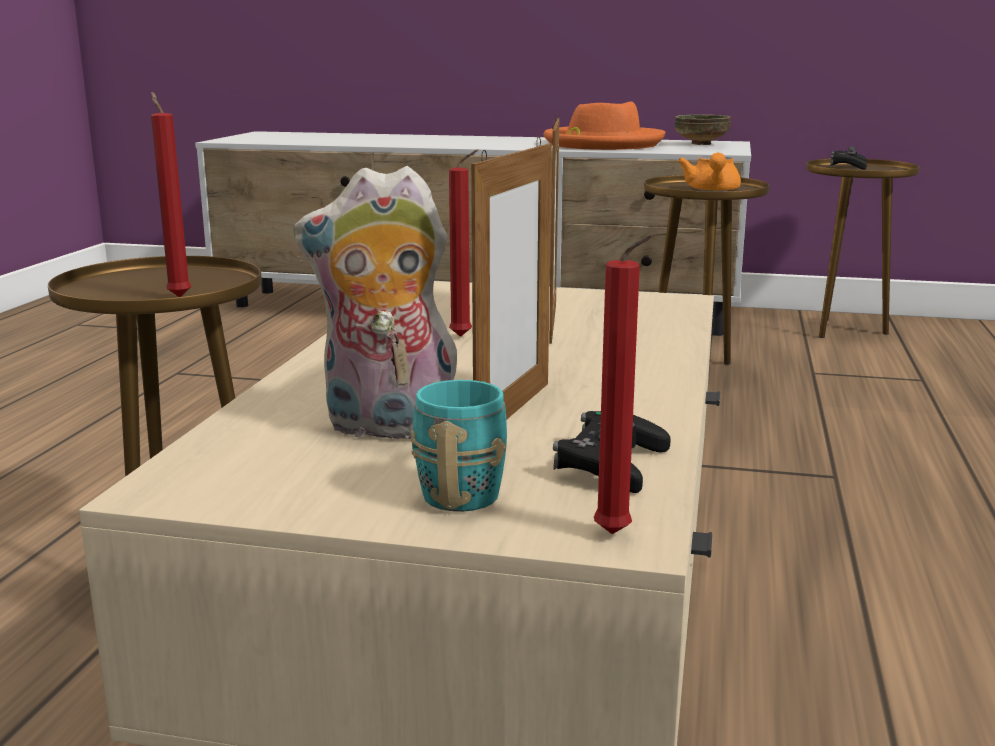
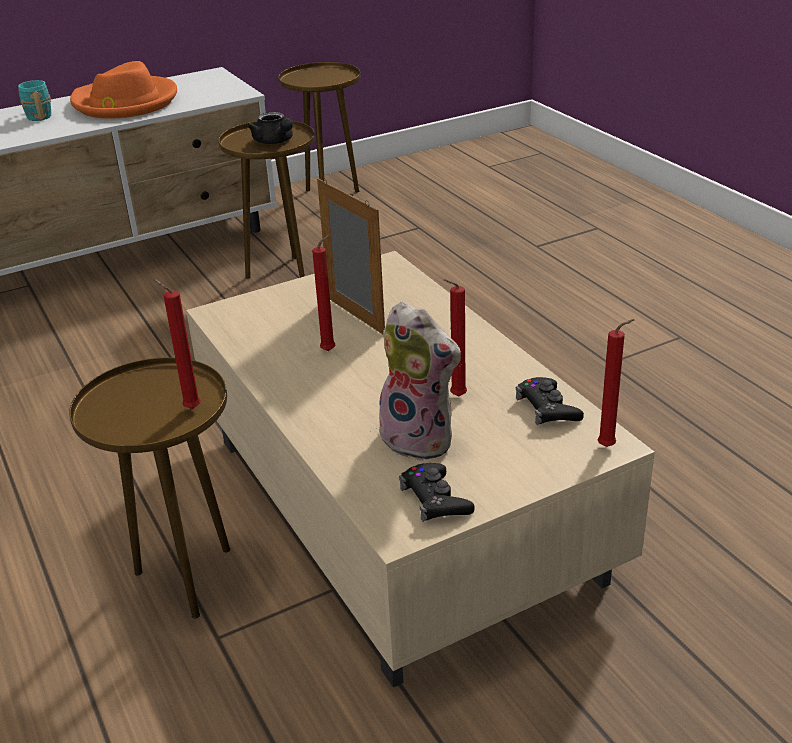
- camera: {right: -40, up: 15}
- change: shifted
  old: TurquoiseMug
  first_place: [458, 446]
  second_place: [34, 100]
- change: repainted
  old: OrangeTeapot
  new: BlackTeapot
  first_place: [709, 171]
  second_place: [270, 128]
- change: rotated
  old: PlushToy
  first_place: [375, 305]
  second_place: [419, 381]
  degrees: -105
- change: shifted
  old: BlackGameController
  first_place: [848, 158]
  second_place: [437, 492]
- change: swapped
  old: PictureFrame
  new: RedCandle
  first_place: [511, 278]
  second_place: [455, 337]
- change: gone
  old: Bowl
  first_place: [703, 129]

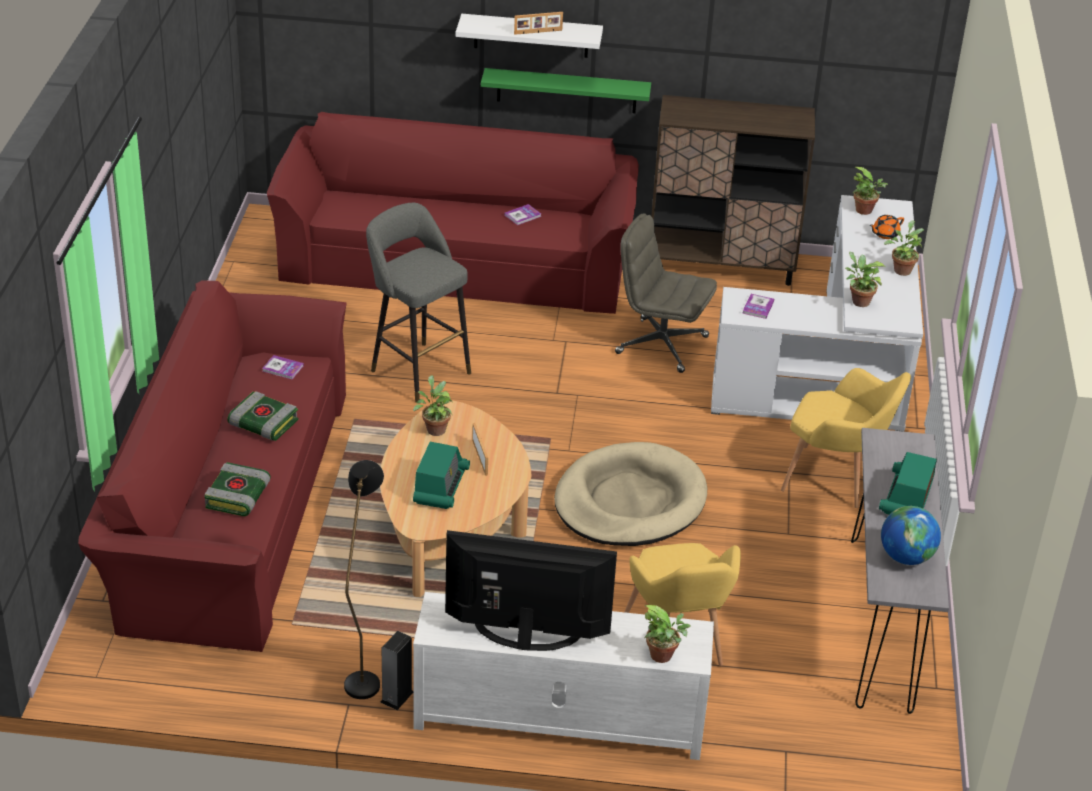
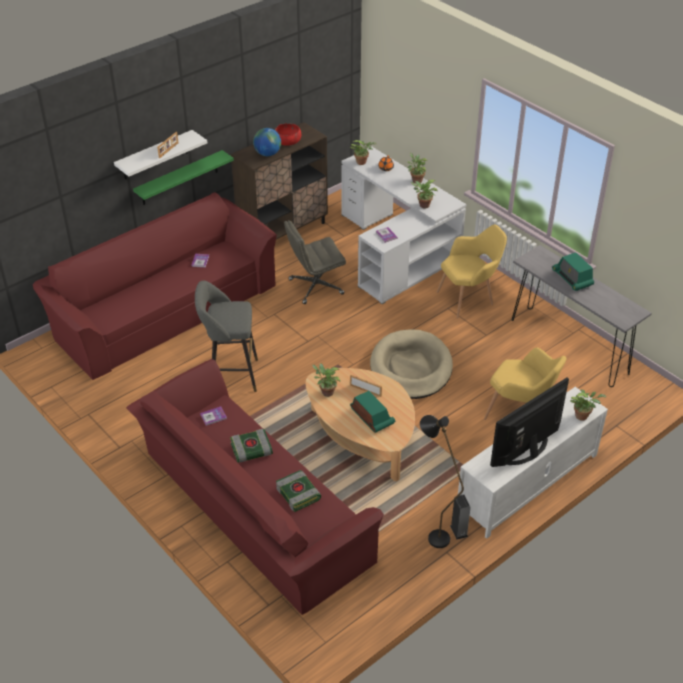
- camera: {right: -45, up: 5}
- change: shifted
  old: Globe
  first_place: [911, 535]
  second_place: [267, 142]
- change: new
  new: RedBowl
  second_place: [288, 134]

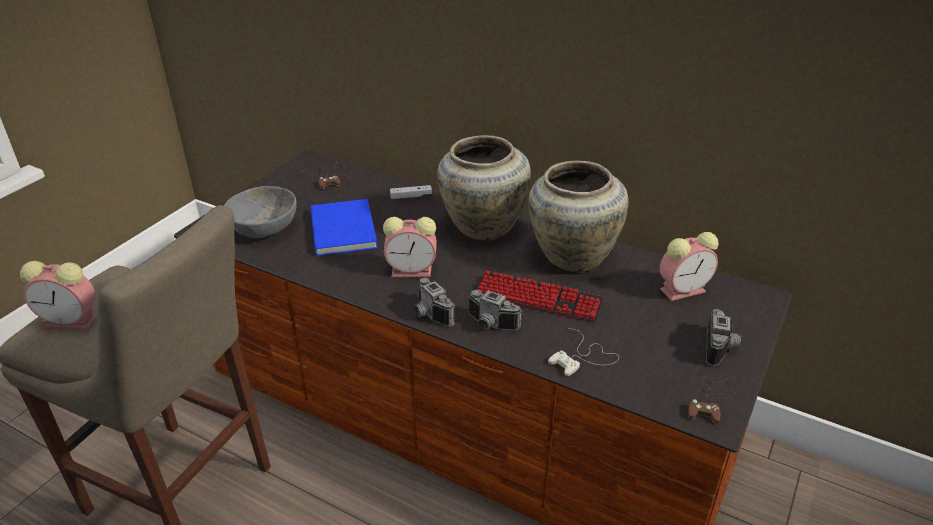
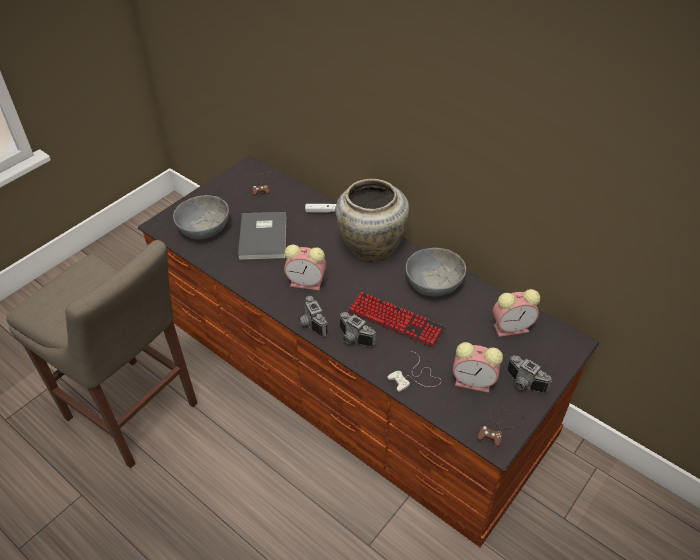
- camera: {right: 10, up: 10}
- change: repainted
  old: BlueBook
  new: GreyBook
  first_place: [344, 227]
  second_place: [261, 236]
- change: swapped
  old: BeigeVase
  new: GreyBowl
  first_place: [578, 216]
  second_place: [435, 272]
- change: shifted
  old: AlarmClock
  first_place: [59, 296]
  second_place: [478, 367]
- change: rotated
  old: PhotoCamera
  first_place: [723, 337]
  second_place: [529, 374]
  degrees: 105

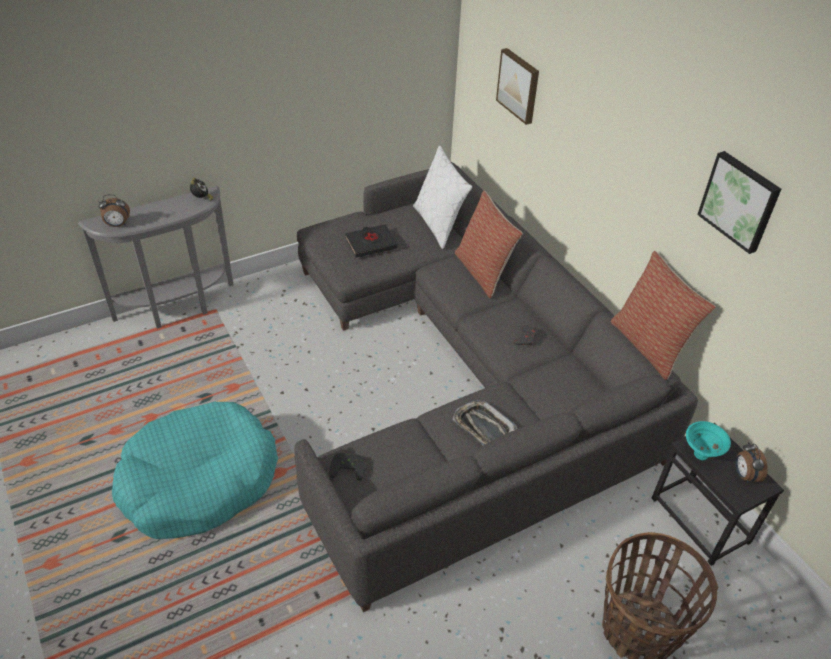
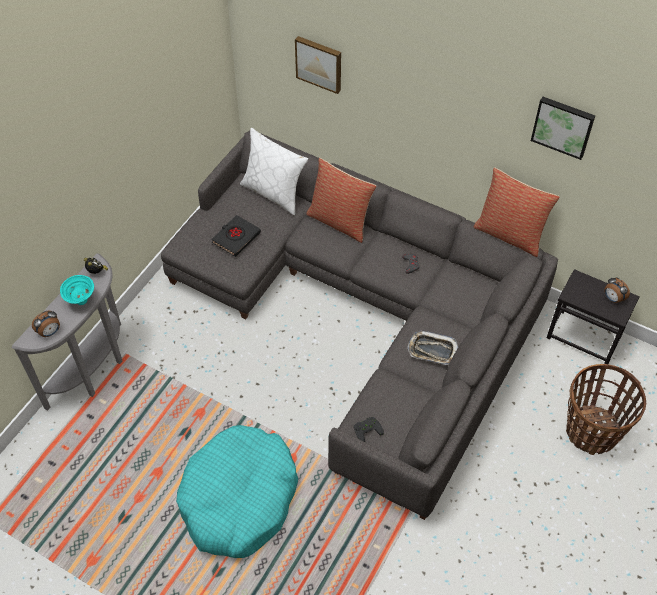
- camera: {right: -30, up: 10}
- change: shifted
  old: TurquoiseBowl
  first_place: [708, 440]
  second_place: [77, 290]

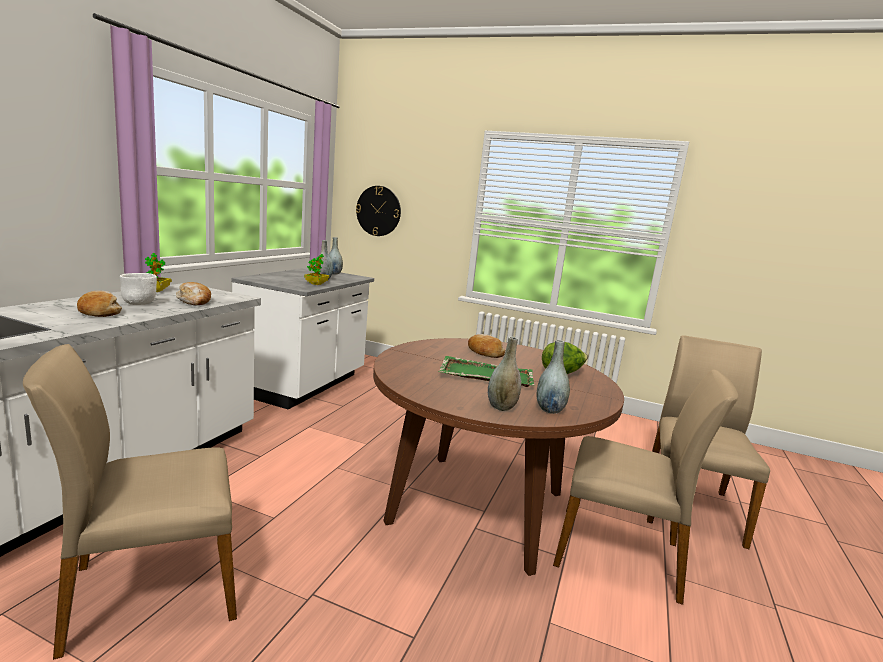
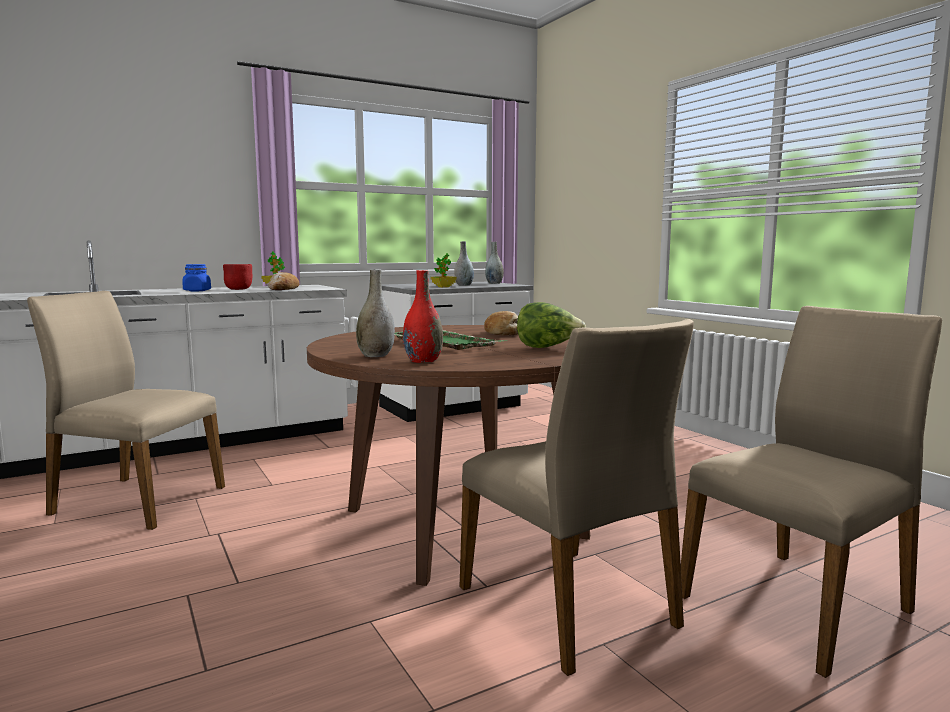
- camera: {right: 40, up: -5}
- change: swapped
  old: Bread
  new: BlueJar
  first_place: [99, 303]
  second_place: [196, 277]
- change: repainted
  old: WhiteBowl
  new: RedBowl
  first_place: [138, 289]
  second_place: [237, 277]
- change: repainted
  old: GreyVase
  new: RedVase
  first_place: [553, 377]
  second_place: [423, 316]
- change: gone
  old: WallClock
  first_place: [378, 211]

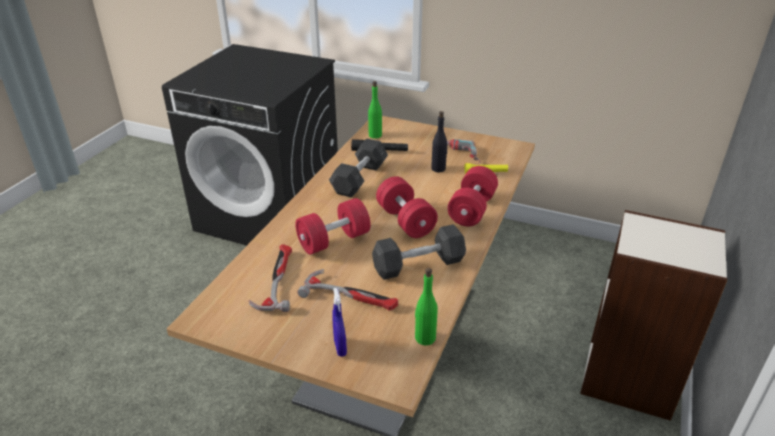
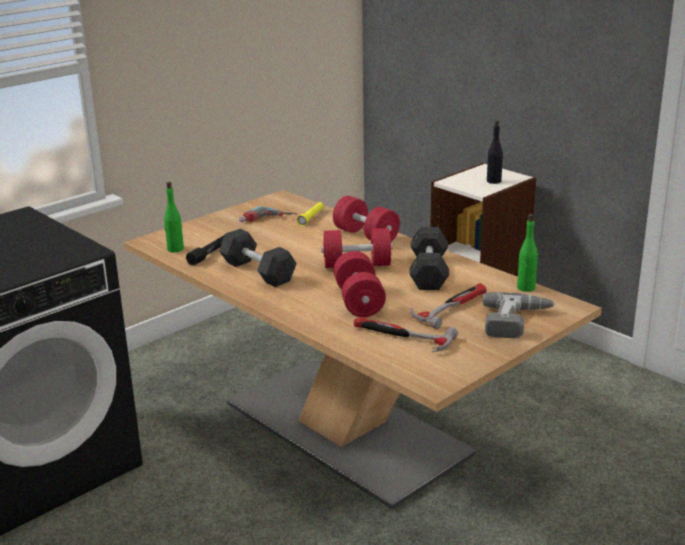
- camera: {right: -65, up: -10}
- change: swapped
  old: BlueSprayBottle
  new: PowerDrill
  first_place: [339, 322]
  second_place: [519, 315]
- change: shifted
  old: BlackBottle
  first_place: [439, 141]
  second_place: [495, 152]

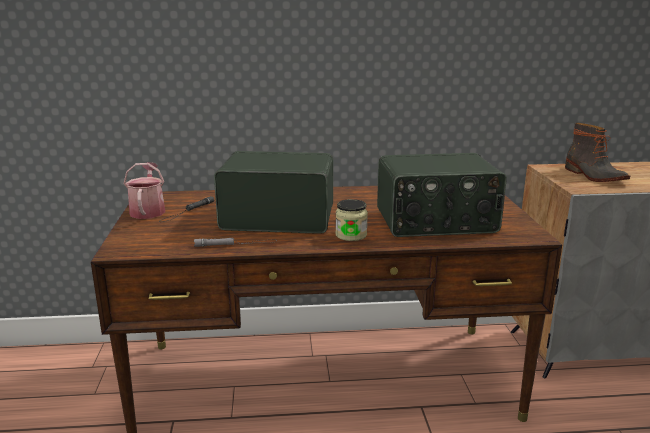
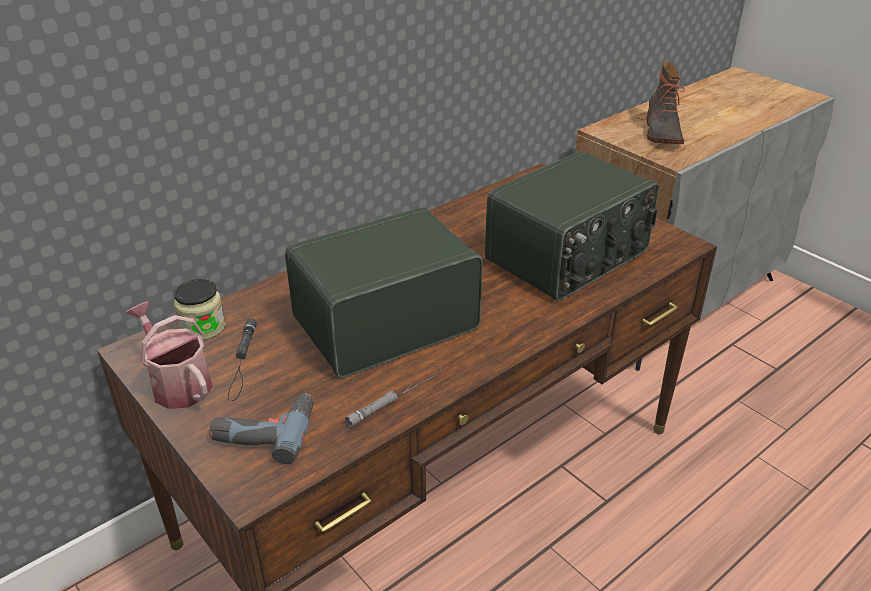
- camera: {right: -35, up: 15}
- change: shifted
  old: Jar
  first_place: [352, 220]
  second_place: [199, 309]
- change: new
  new: PowerDrill
  second_place: [261, 428]
- change: rotated
  old: Boot
  first_place: [598, 152]
  second_place: [665, 103]
  degrees: 60

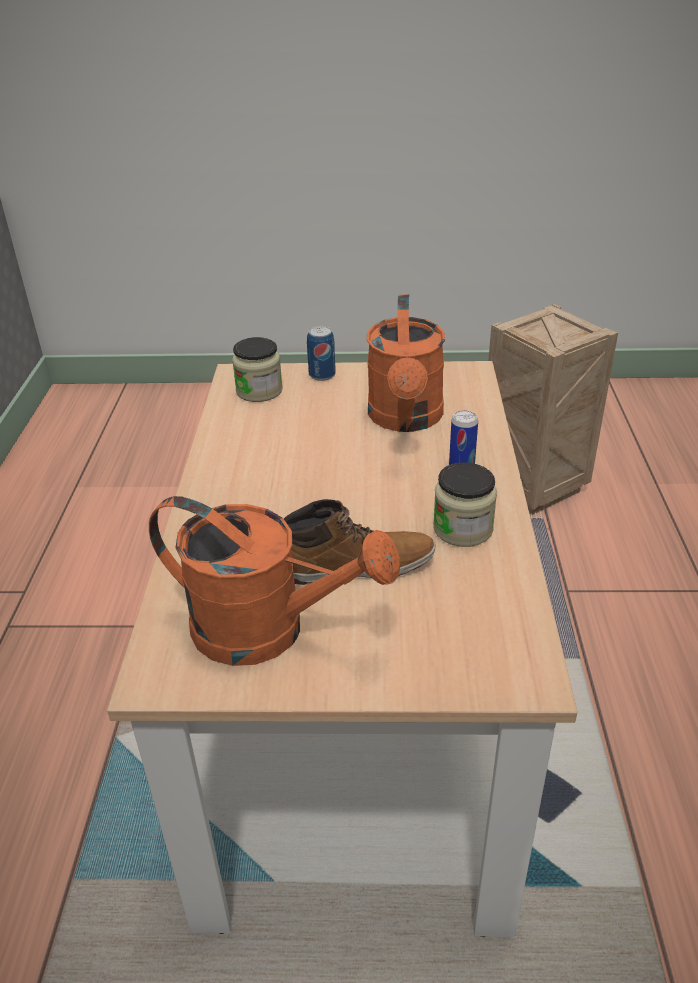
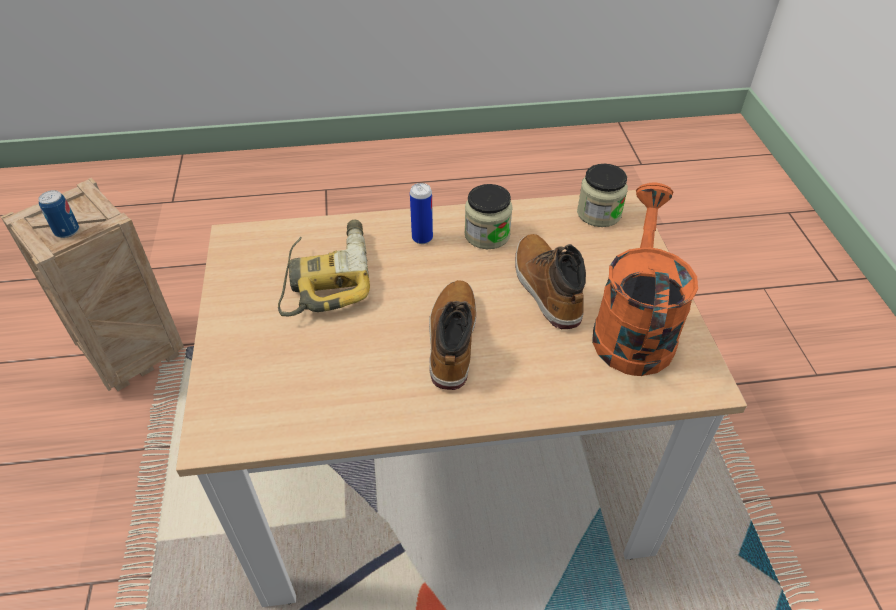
- camera: {right: -100, up: 10}
- change: shifted
  old: Can
  first_place: [321, 353]
  second_place: [58, 214]
- change: swapped
  old: OrangeWateringCan
  new: PowerDrill
  first_place: [406, 363]
  second_place: [324, 268]
- change: new
  new: Boot
  second_place: [452, 335]
- change: shifted
  old: Jar
  first_place: [257, 369]
  second_place: [602, 195]

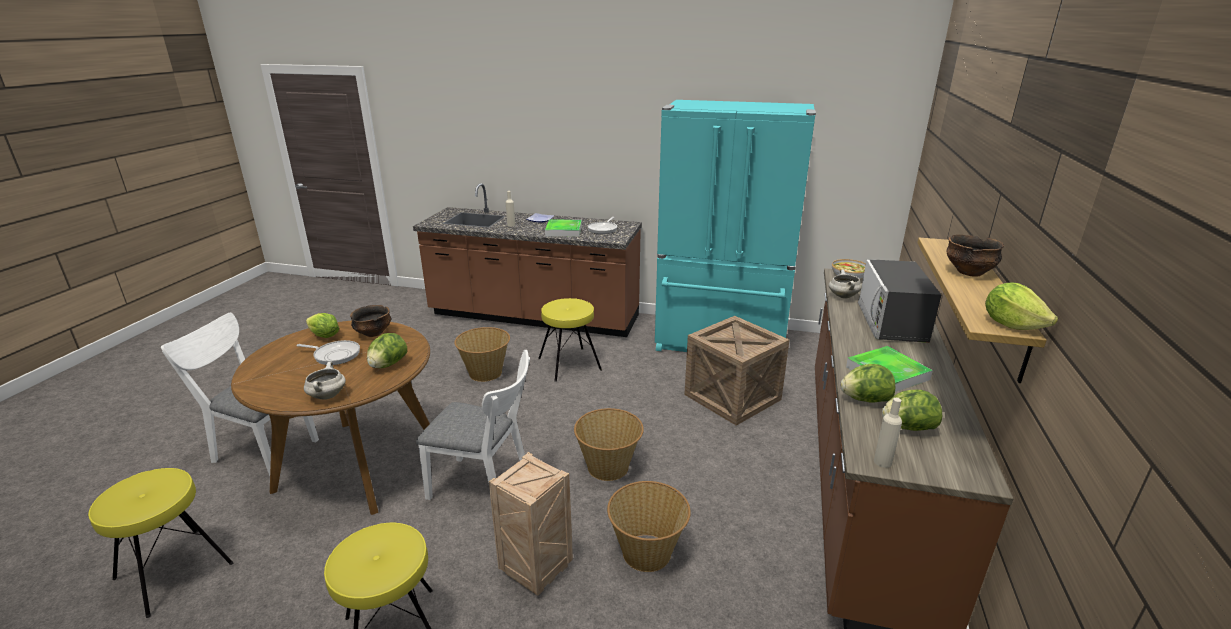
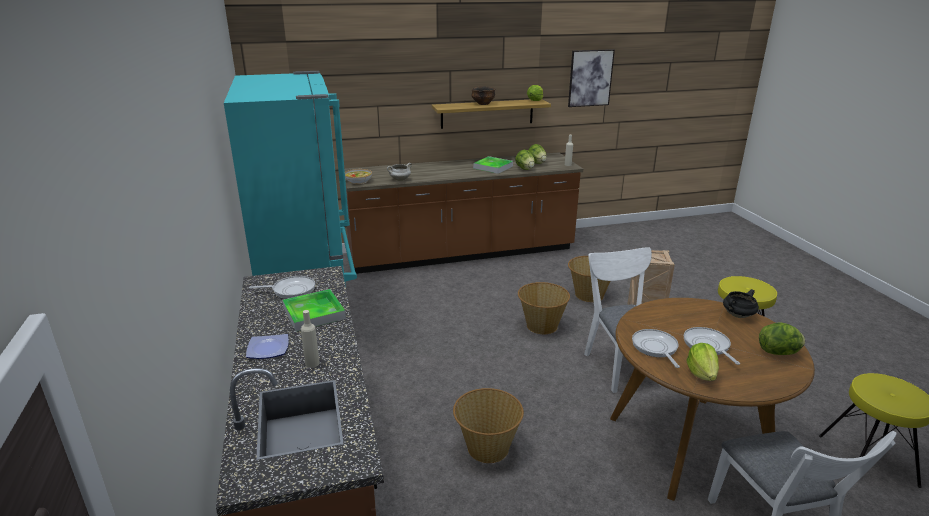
- camera: {right: -120, up: 0}
- change: new
  new: Picture
  second_place: [591, 78]
- change: swapped
  old: Bowl
  new: FryingPan
  first_place: [370, 321]
  second_place: [656, 348]
- change: repainted
  old: WhiteCookingPot
  new: BlackCookingPot
  first_place: [325, 381]
  second_place: [741, 303]
- change: shifted
  old: Lettuce
  first_place: [387, 350]
  second_place: [782, 338]
- change: gone
  old: YellowStool
  first_place: [570, 340]
- change: gone
  old: Crate
  first_place: [737, 371]
- change: gone
  old: Microwave
  first_place: [899, 301]

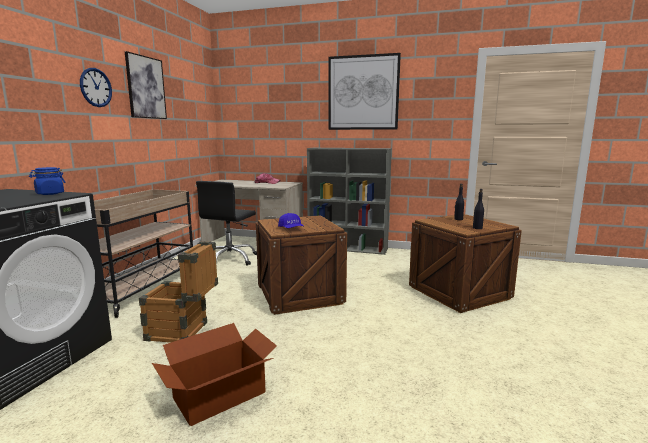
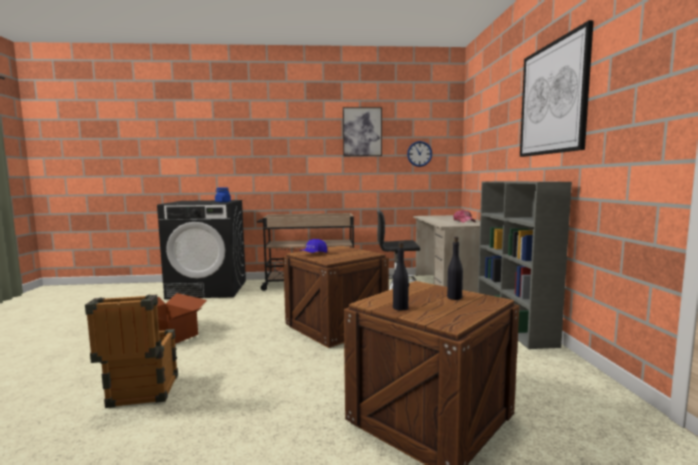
- camera: {right: 70, up: -5}
- change: shifted
  old: Crate
  first_place: [178, 292]
  second_place: [131, 351]
- change: shifted
  old: WallClock
  first_place: [96, 87]
  second_place: [419, 154]

